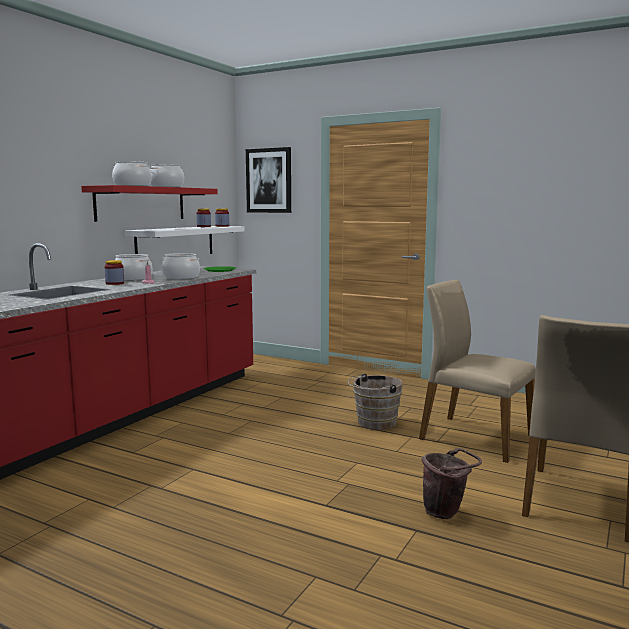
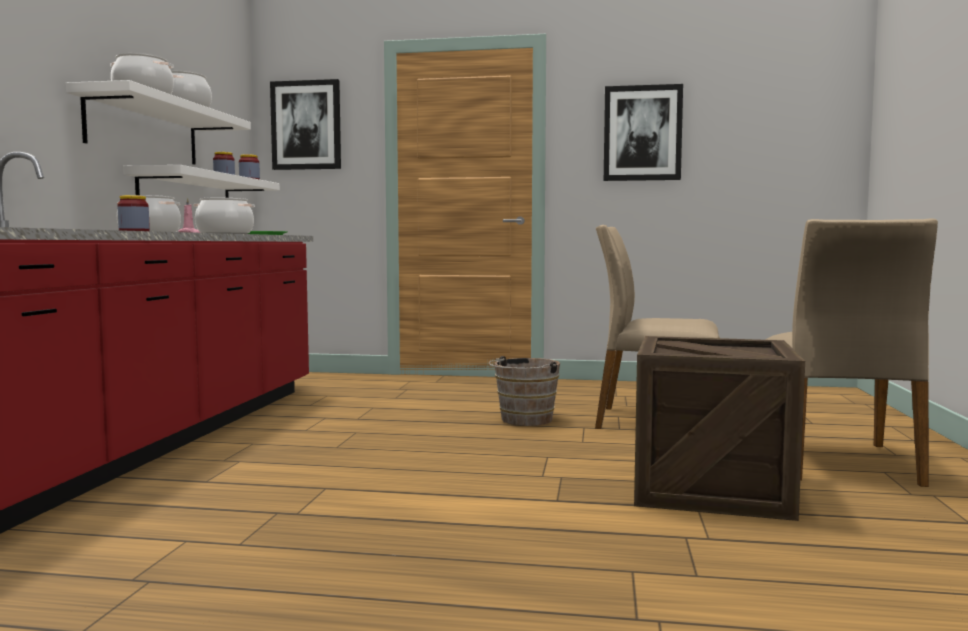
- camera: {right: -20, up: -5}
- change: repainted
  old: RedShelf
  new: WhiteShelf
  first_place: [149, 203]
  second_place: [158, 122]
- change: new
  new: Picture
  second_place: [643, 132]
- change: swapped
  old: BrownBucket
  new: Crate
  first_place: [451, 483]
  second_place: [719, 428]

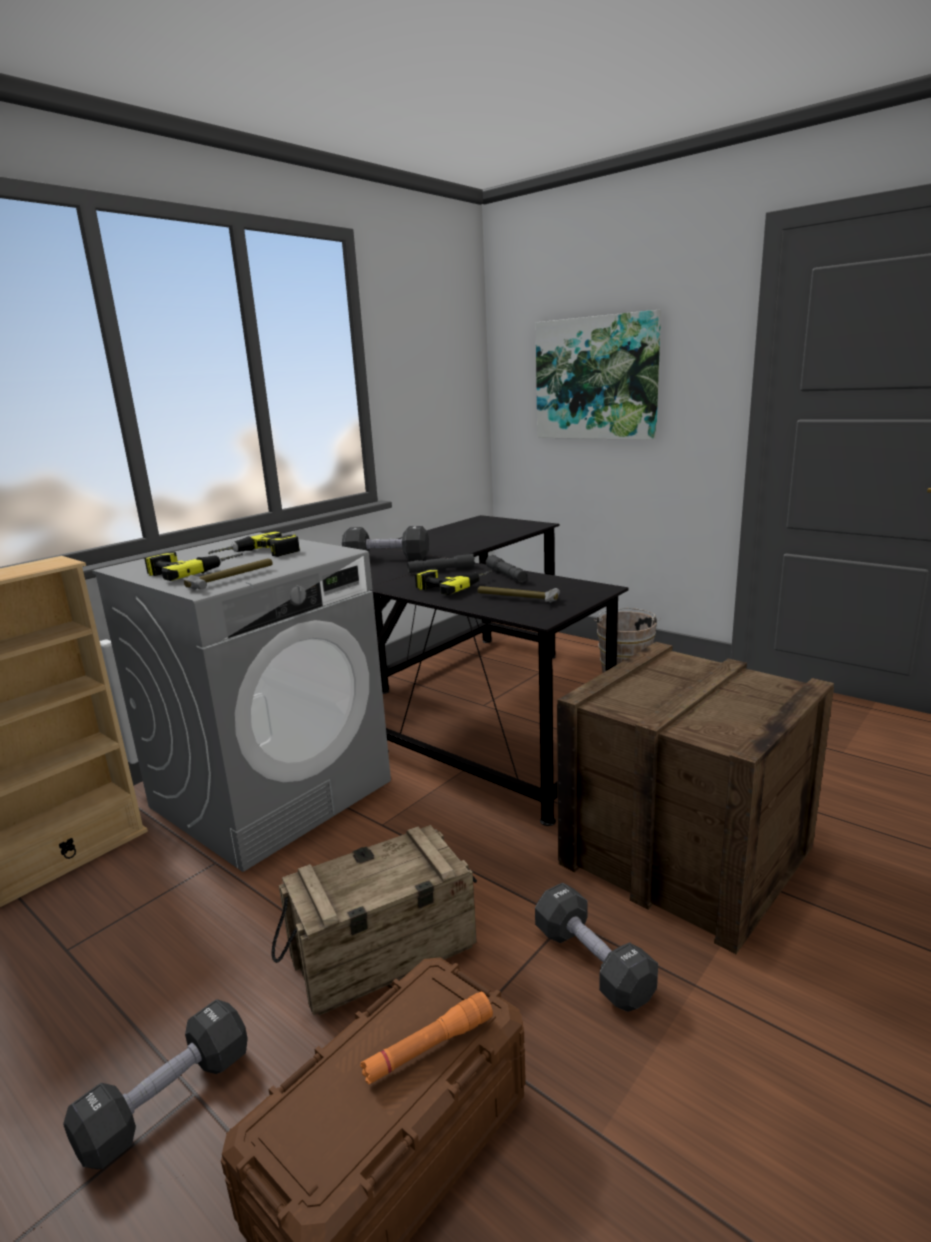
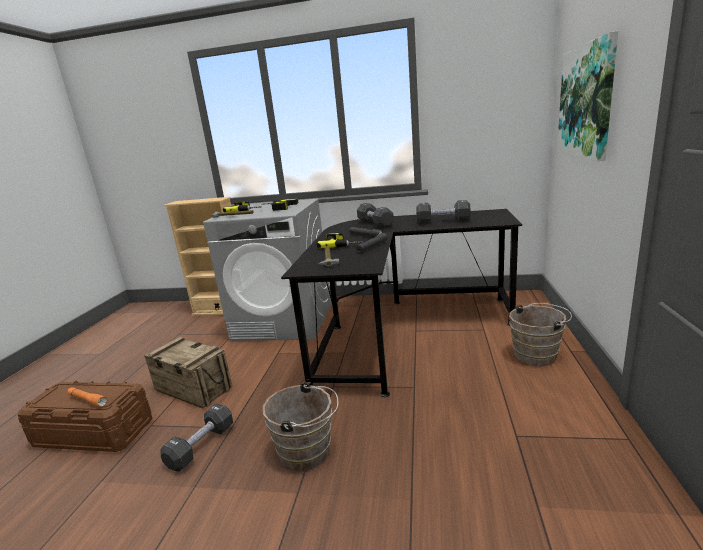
- camera: {right: 60, up: 0}
- change: swapped
  old: Crate
  new: BrownBucket
  first_place: [695, 798]
  second_place: [301, 426]
- change: shifted
  old: BlackDumbbell
  first_place: [155, 1084]
  second_place: [443, 212]

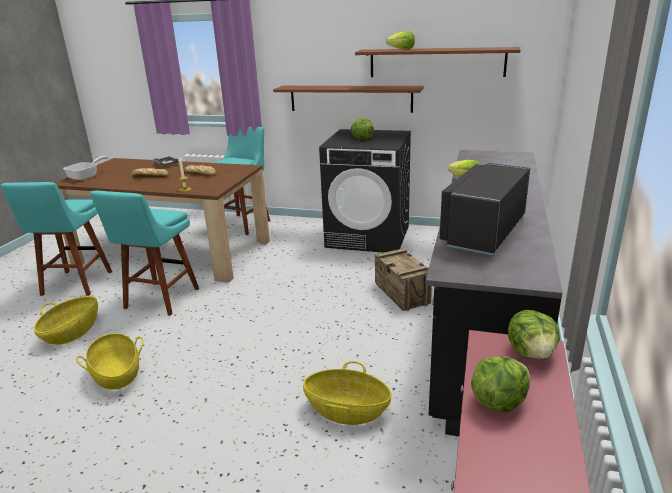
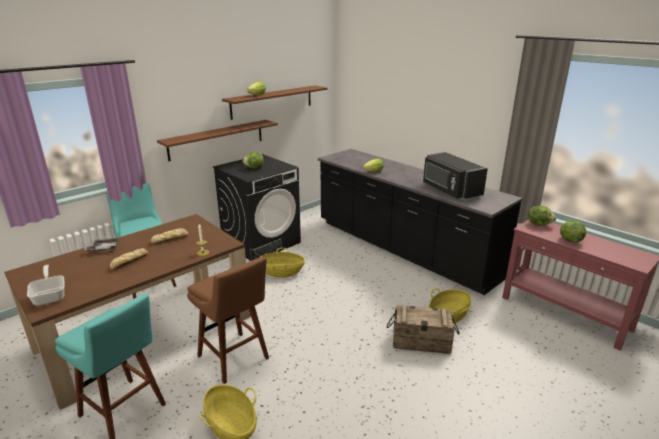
- camera: {right: -60, up: 0}
- change: repainted
  old: TurquoiseStool
  new: BrownStool
  first_place: [144, 253]
  second_place: [228, 320]
- change: shifted
  old: Basket
  first_place: [109, 361]
  second_place: [283, 263]
- change: shifted
  old: Crate
  first_place: [403, 280]
  second_place: [423, 329]

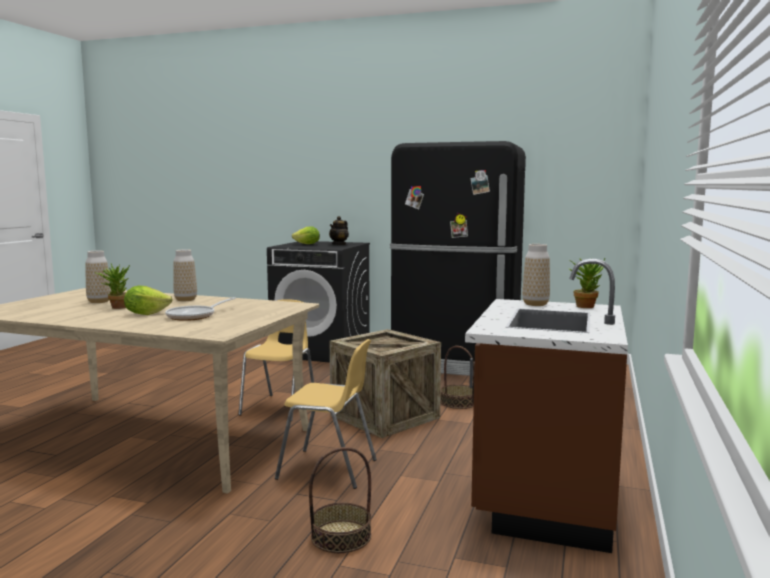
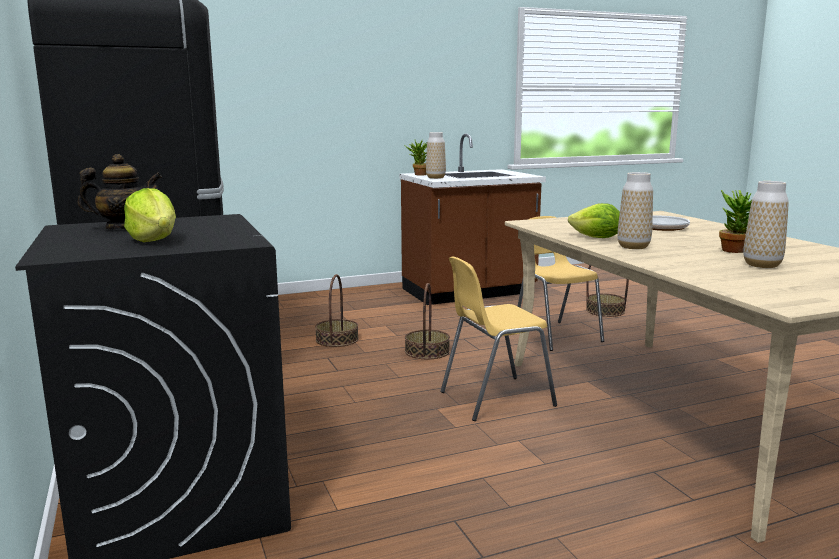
- camera: {right: -130, up: 5}
- change: swapped
  old: Crate
  new: Basket
  first_place: [385, 383]
  second_place: [427, 321]
- change: shifted
  old: Lettuce
  first_place: [148, 300]
  second_place: [594, 220]

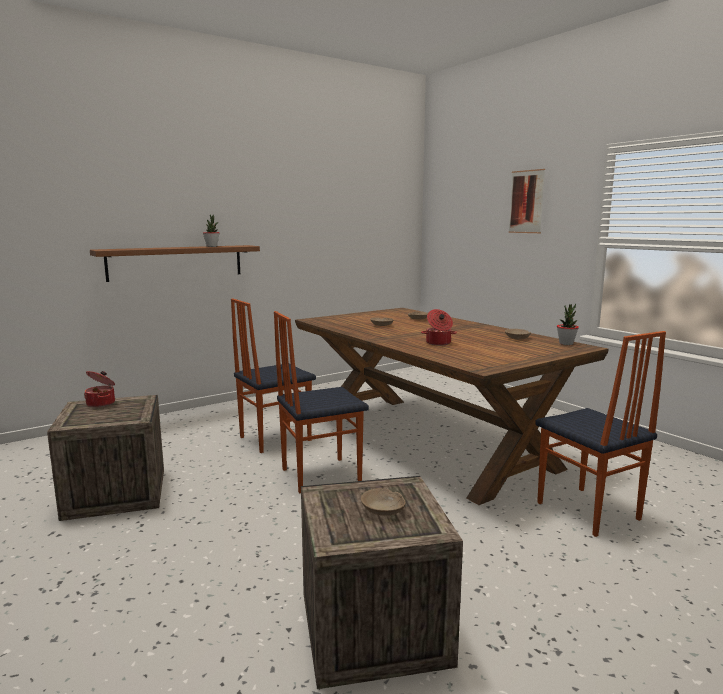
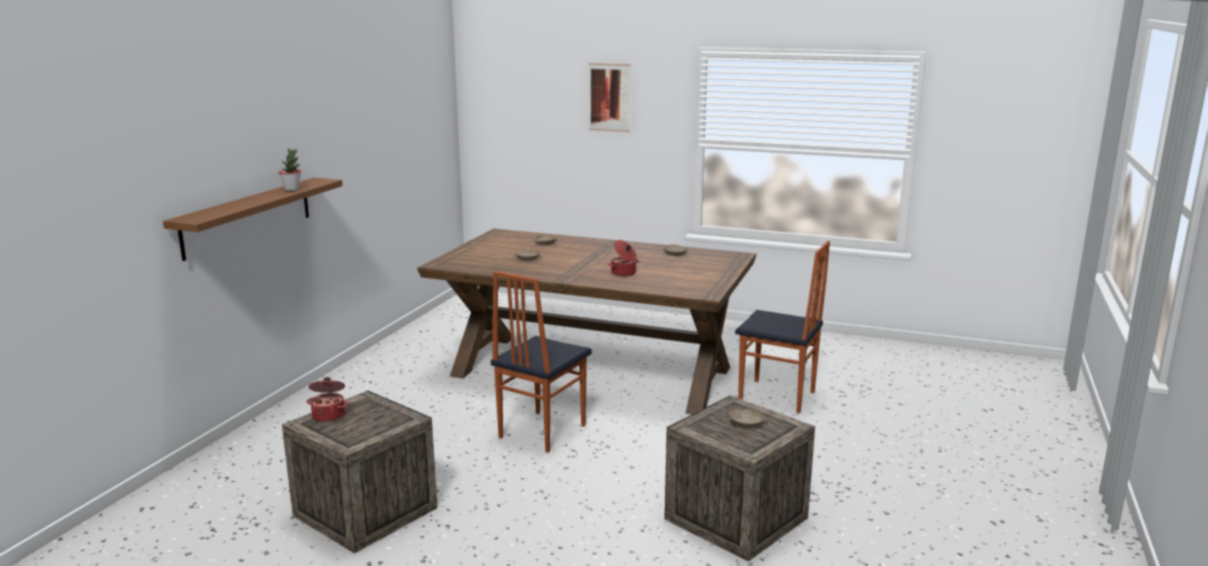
- camera: {right: -35, up: 5}
- change: gone
  old: Chair
  first_place: [273, 375]
- change: gone
  old: PottedPlant
  first_place: [568, 324]

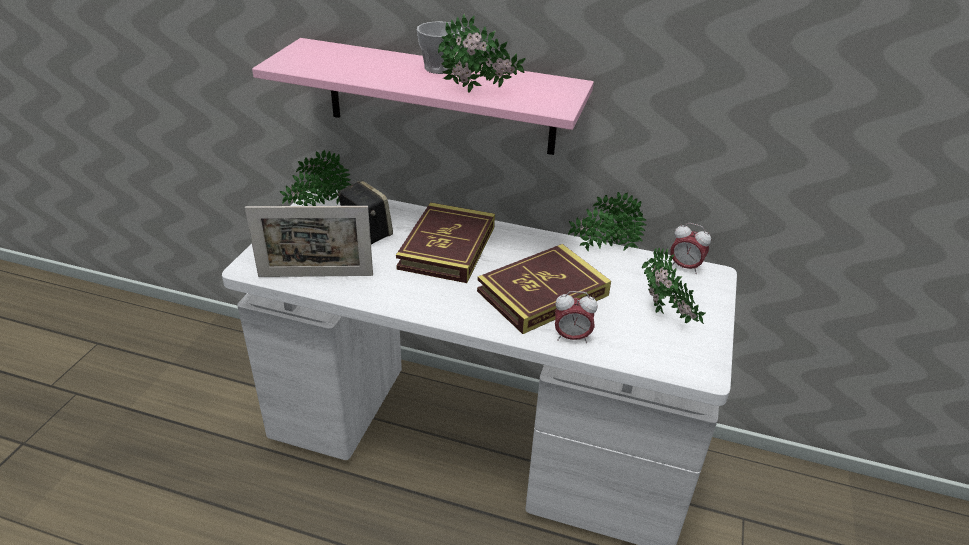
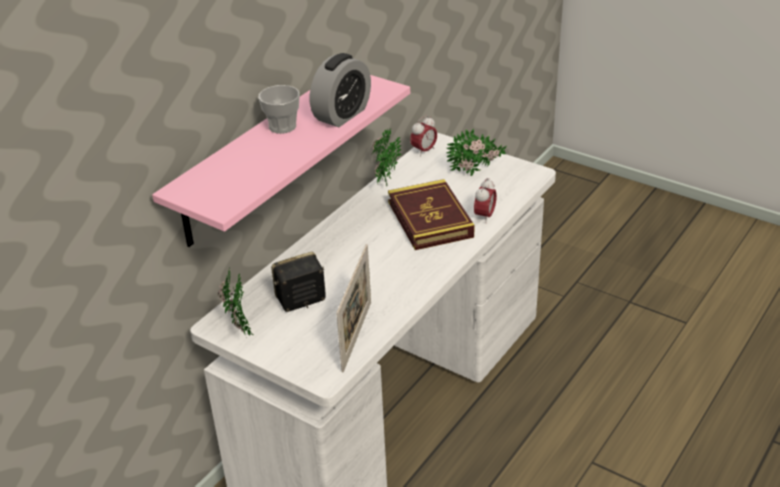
- camera: {right: -70, up: 0}
- change: swapped
  old: PottedPlant
  new: AlarmClock
  first_place: [482, 53]
  second_place: [340, 90]
- change: gone
  old: Book
  first_place: [445, 242]

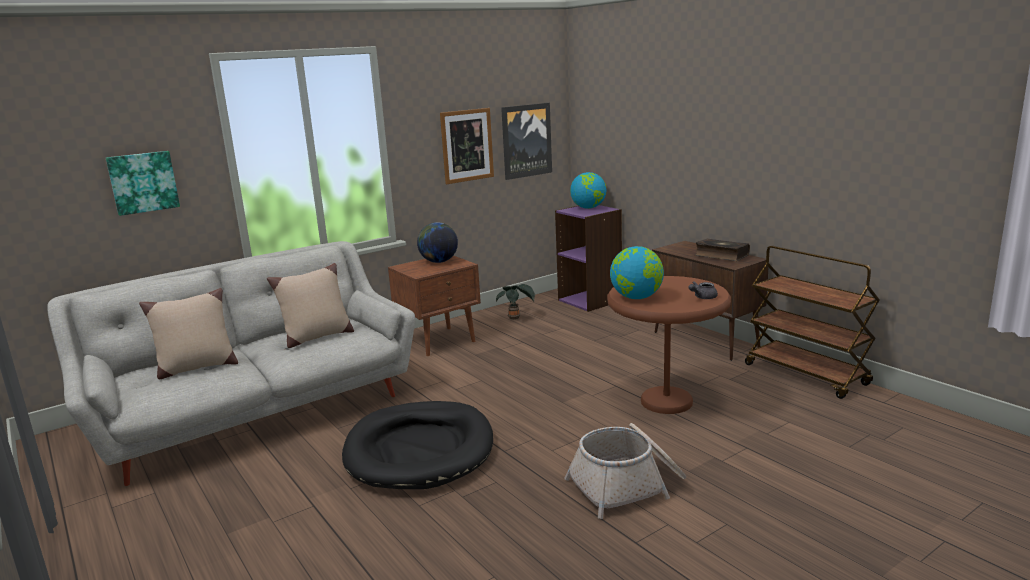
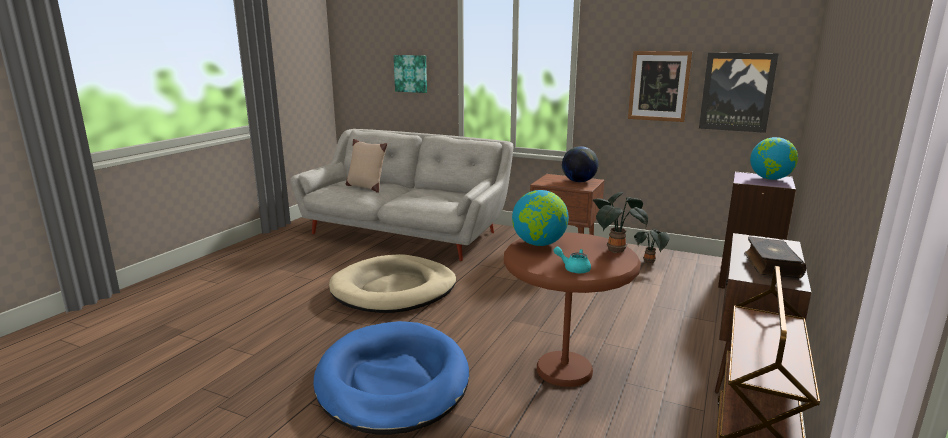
- camera: {right: 60, up: 0}
- change: swapped
  old: Basket
  new: BlueDogBed
  first_place: [625, 471]
  second_place: [391, 378]
- change: repainted
  old: BlackDogBed
  new: BeigeDogBed
  first_place: [417, 445]
  second_place: [392, 283]
- change: repainted
  old: GreyTeapot
  new: TurquoiseTeapot
  first_place: [703, 290]
  second_place: [572, 259]
- change: new
  new: PottedPlant
  second_place: [620, 222]
- change: gone
  old: BeigePillow
  first_place: [310, 305]

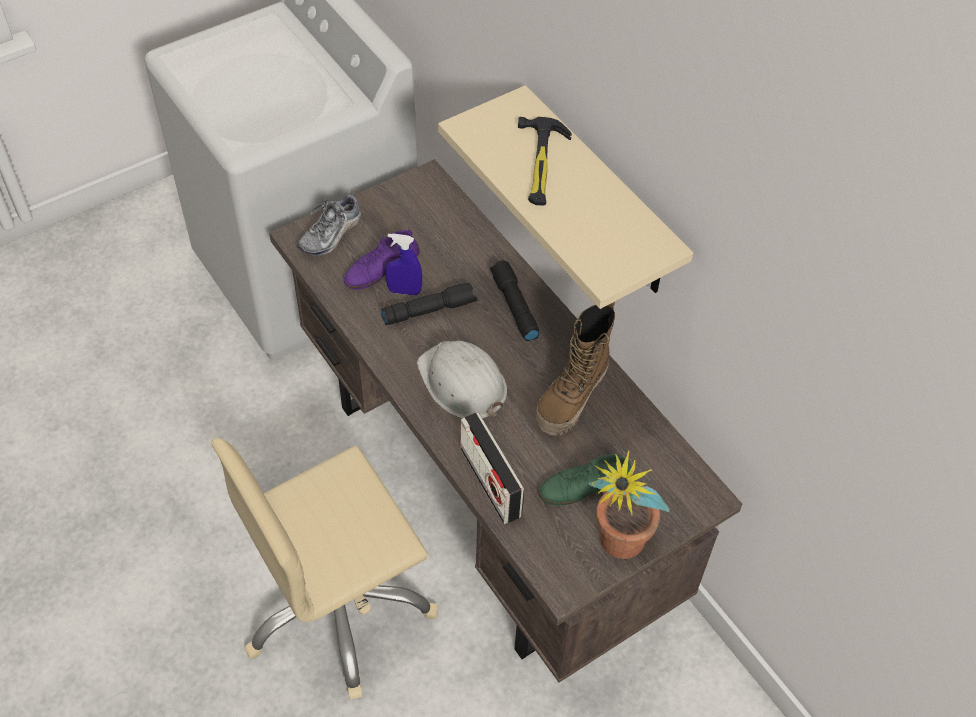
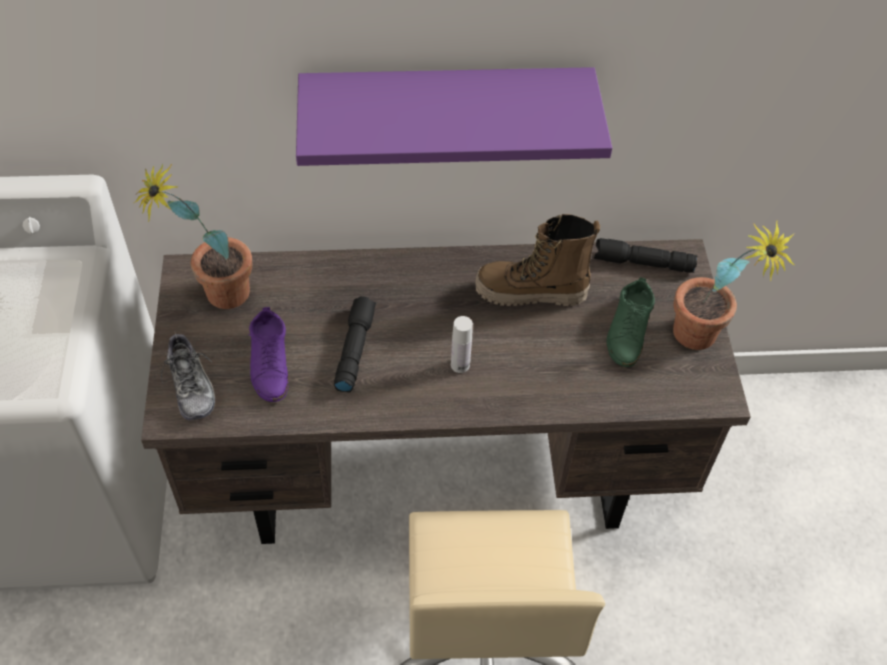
- camera: {right: -60, up: 0}
- change: new
  new: PottedPlant
  second_place: [193, 236]
- change: repainted
  old: BeigeShelf
  new: PurpleShelf
  first_place: [565, 197]
  second_place: [454, 116]
- change: swapped
  old: WhiteHardHat
  new: WhiteBottle
  first_place: [462, 379]
  second_place: [462, 344]
- change: rotated
  old: Boot
  first_place: [575, 368]
  second_place: [537, 260]
  degrees: 120
- change: shifted
  old: BlackFlashlight
  first_place: [514, 300]
  second_place: [646, 255]
- change: gone
  old: BlueSprayBottle
  first_place: [403, 264]
- change: gone
  old: Radio
  first_place: [492, 468]
- change: gone
  old: Hammer
  first_place: [545, 161]

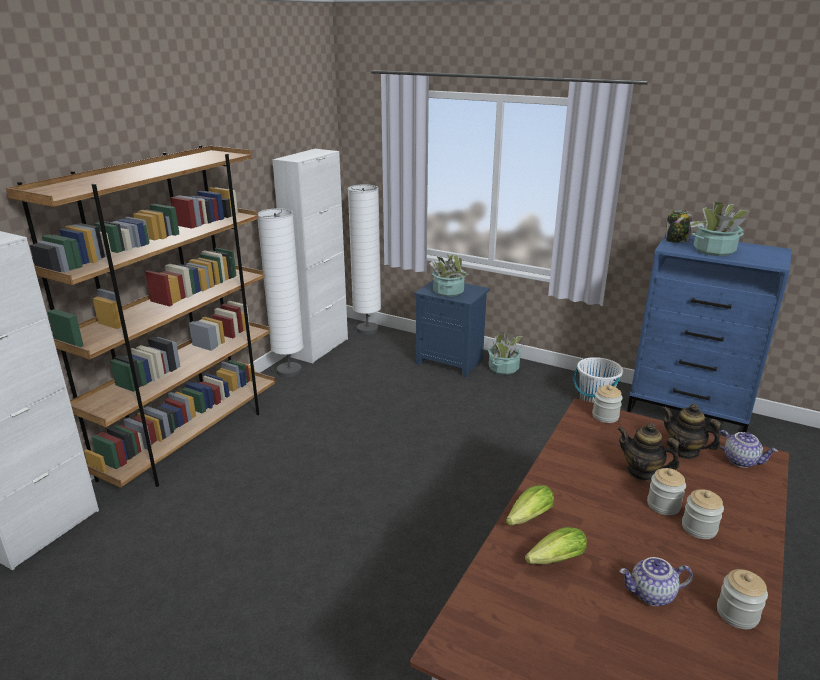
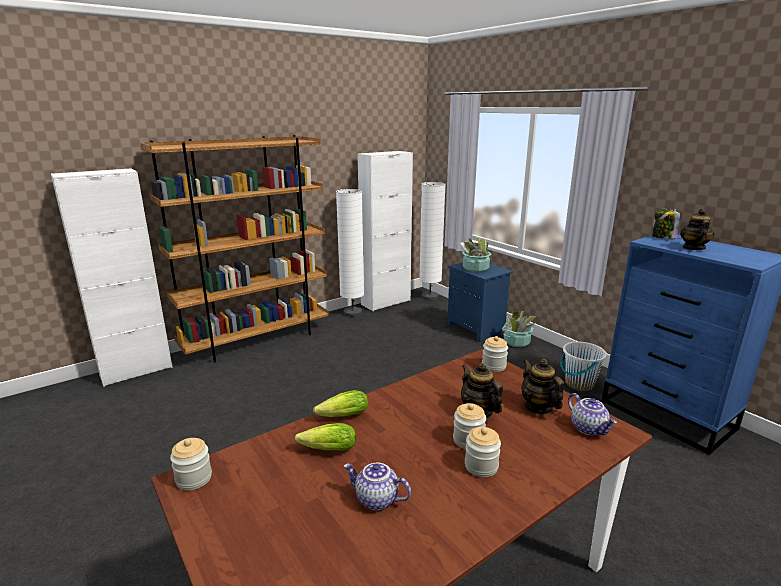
- camera: {right: 25, up: -5}
- change: shifted
  old: Jar
  first_place: [742, 599]
  second_place: [191, 464]
- change: swapped
  old: PottedPlant
  new: Teapot
  first_place: [720, 229]
  second_place: [697, 229]

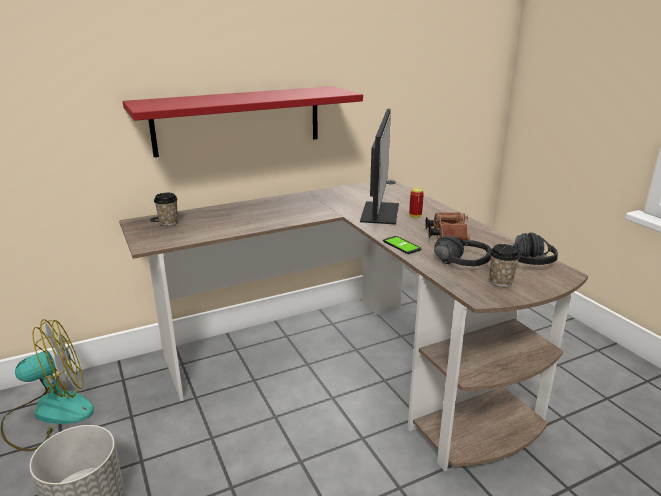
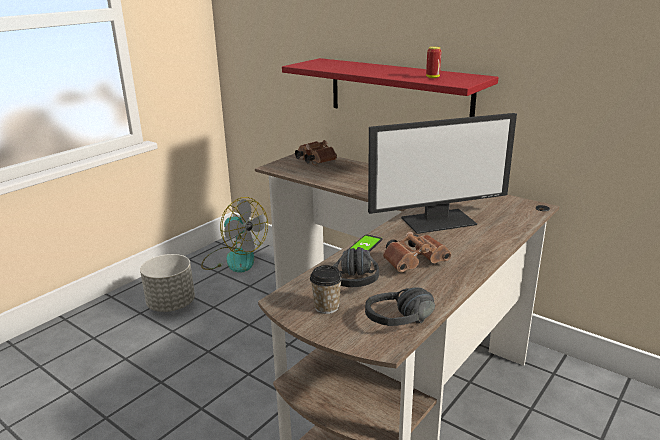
- camera: {right: 65, up: 0}
- change: swapped
  old: Cup
  new: BrownBinoculars
  first_place: [166, 209]
  second_place: [316, 152]
- change: shifted
  old: Can
  first_place: [416, 202]
  second_place: [434, 62]

